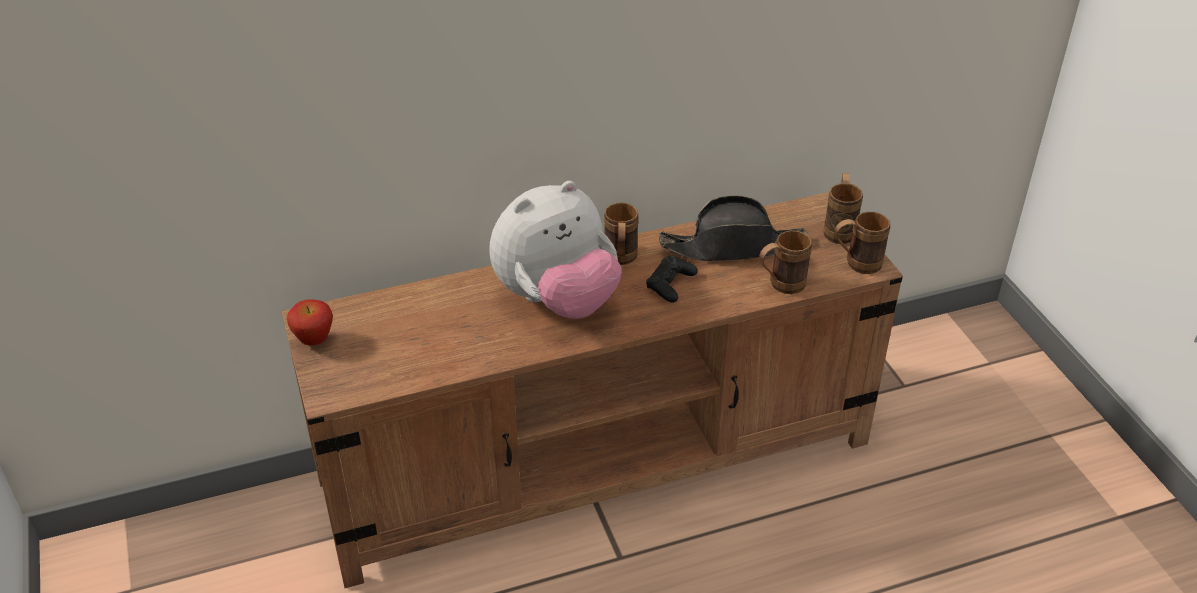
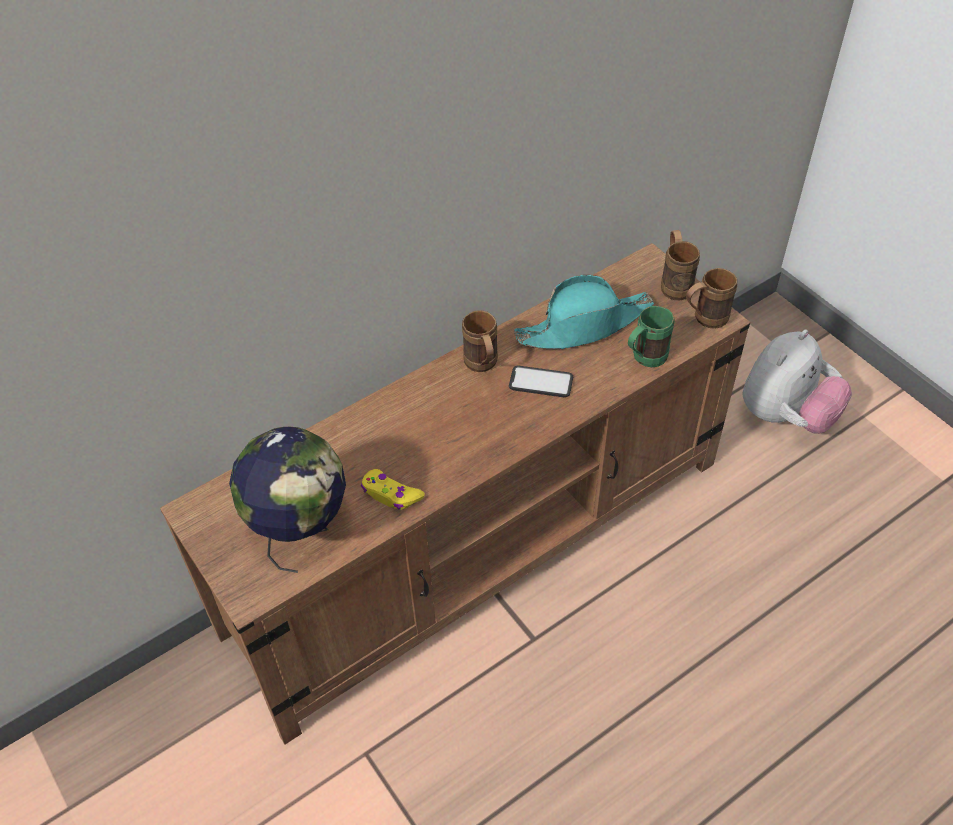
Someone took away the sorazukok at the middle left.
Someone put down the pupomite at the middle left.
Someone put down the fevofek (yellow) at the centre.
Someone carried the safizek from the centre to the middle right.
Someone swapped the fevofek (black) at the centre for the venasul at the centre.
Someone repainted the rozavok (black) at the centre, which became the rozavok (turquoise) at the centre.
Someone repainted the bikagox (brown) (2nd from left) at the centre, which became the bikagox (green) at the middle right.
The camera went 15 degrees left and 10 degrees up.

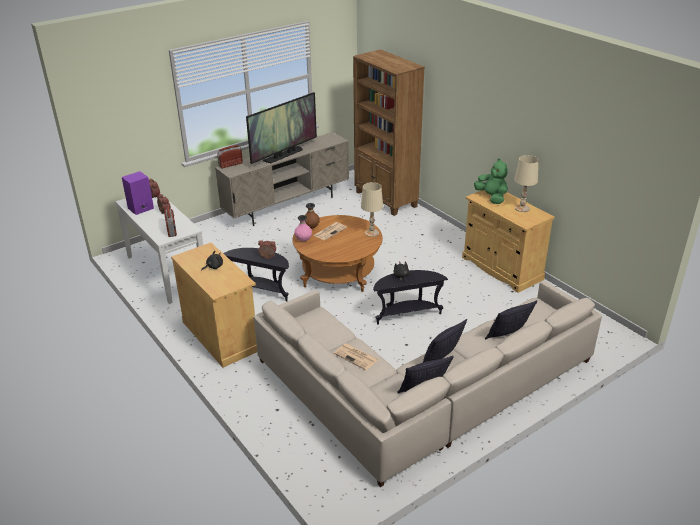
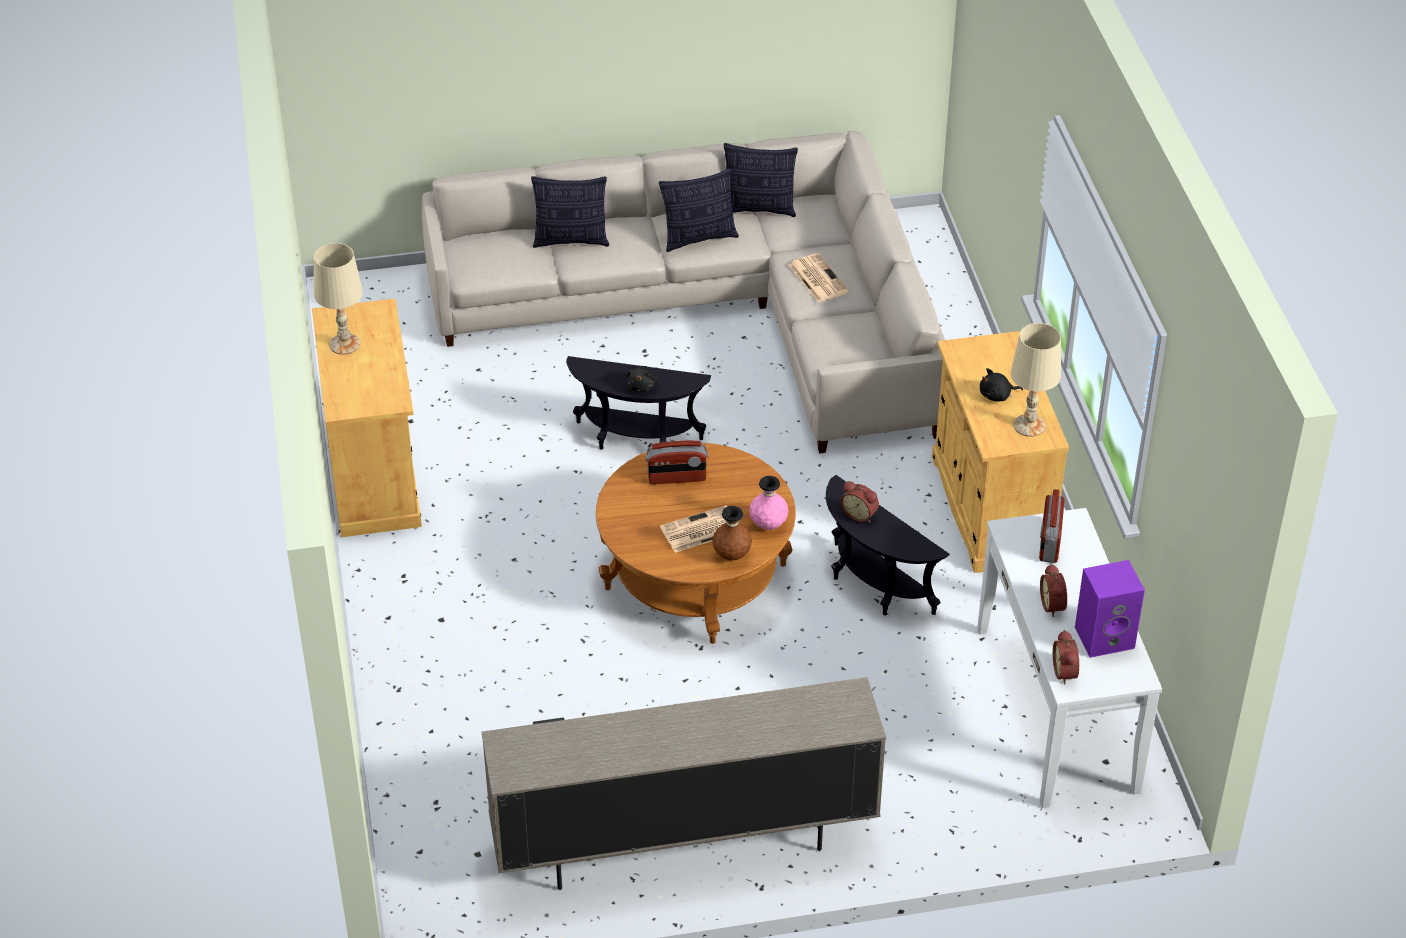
Someone took away the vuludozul at the top centre.
Someone took away the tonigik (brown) at the top centre.
Someone took away the safizek (green) at the middle right.
Someone carried the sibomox (2nd from left in the first image) from the top left to the centre.
Someone carried the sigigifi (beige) (1st from left in the first image) from the centre to the middle right.
The camera went 155 degrees left and 10 degrees up.

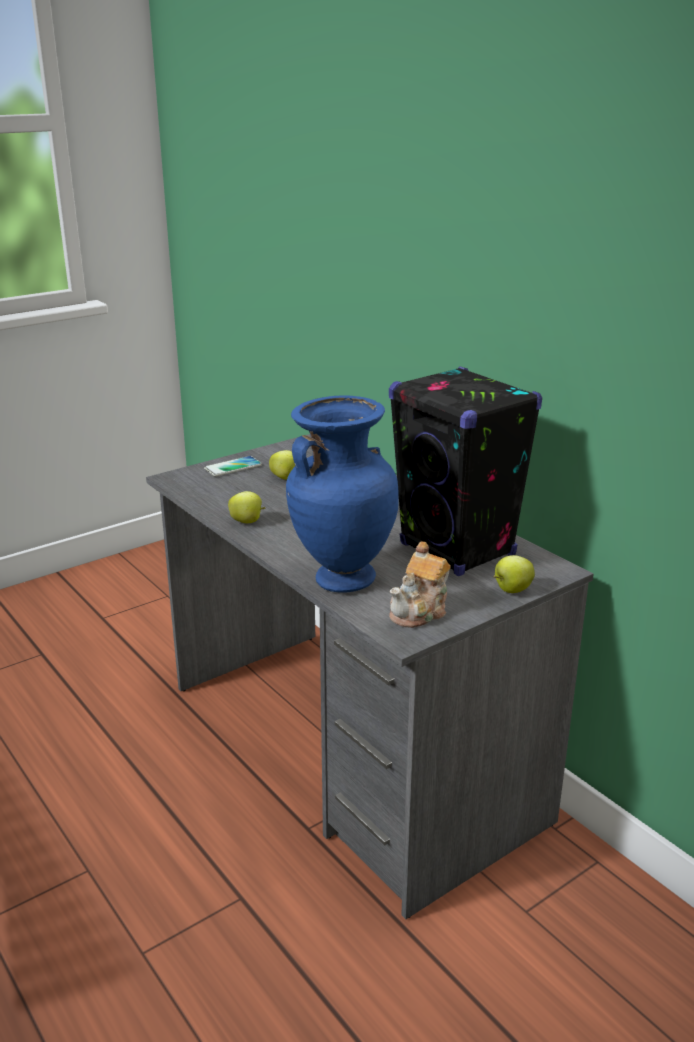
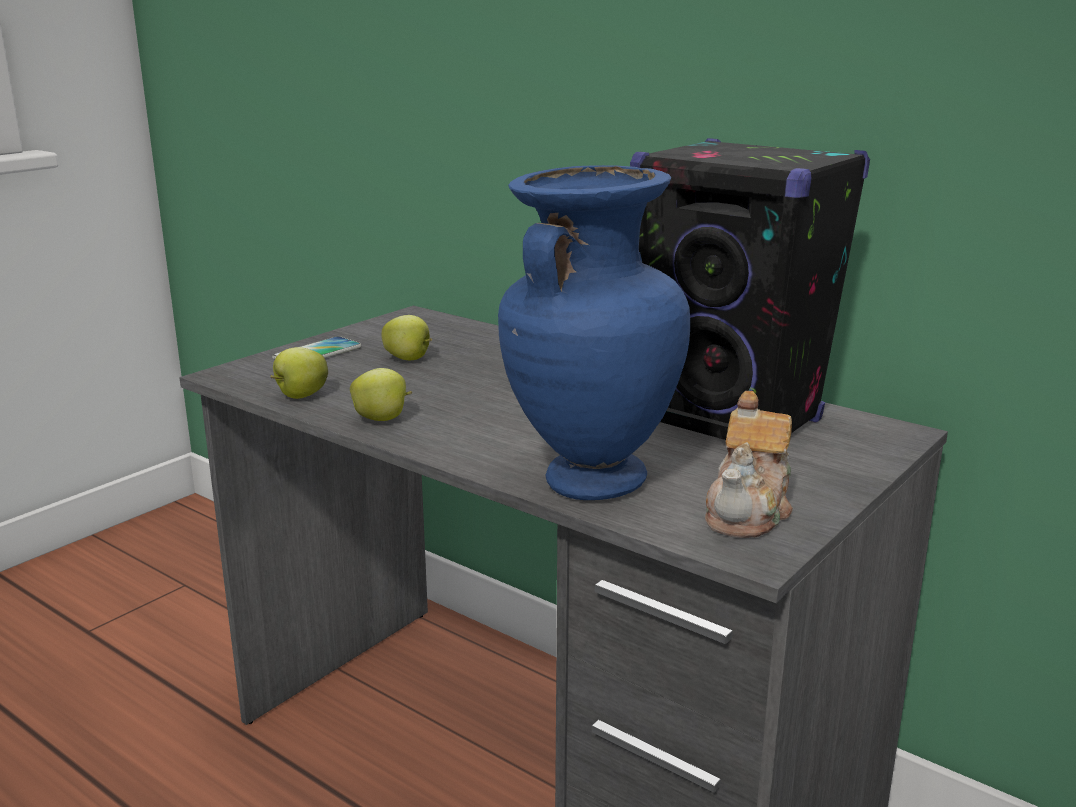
Someone carried the sorazukok (3rd from left in the first image) from the middle right to the middle left.
The camera went 15 degrees left and 5 degrees down.

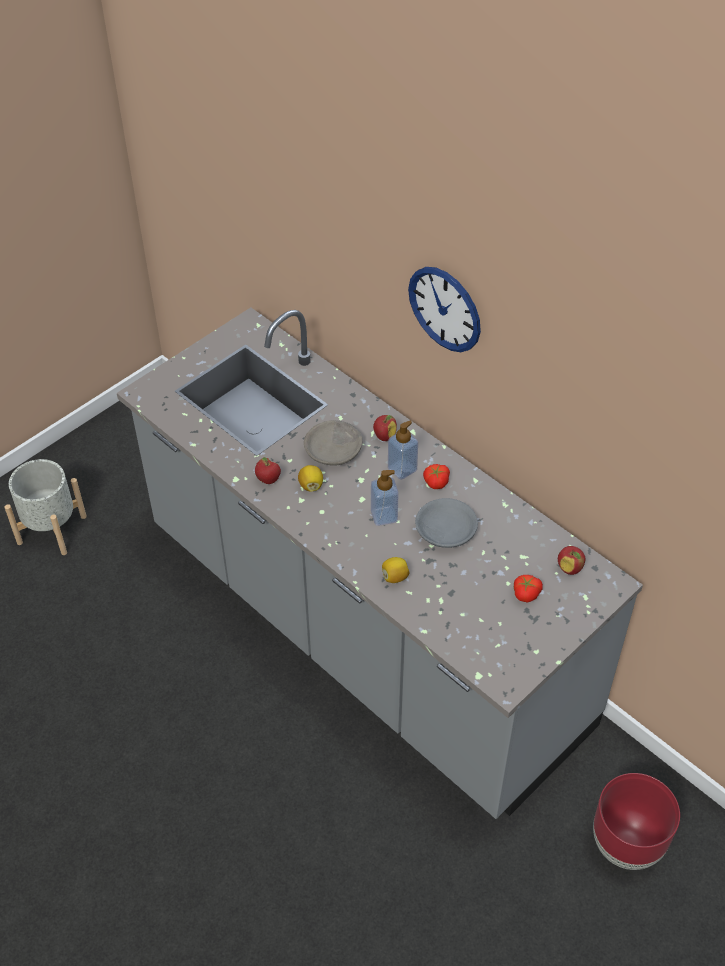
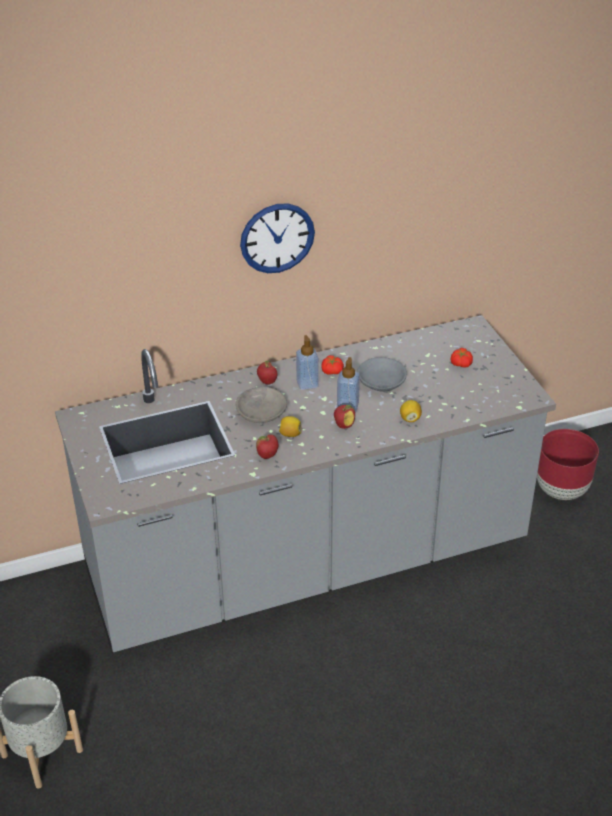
Someone carried the sorazukok (3rd from left) from the middle right to the centre.
The camera went 65 degrees left and 10 degrees down.

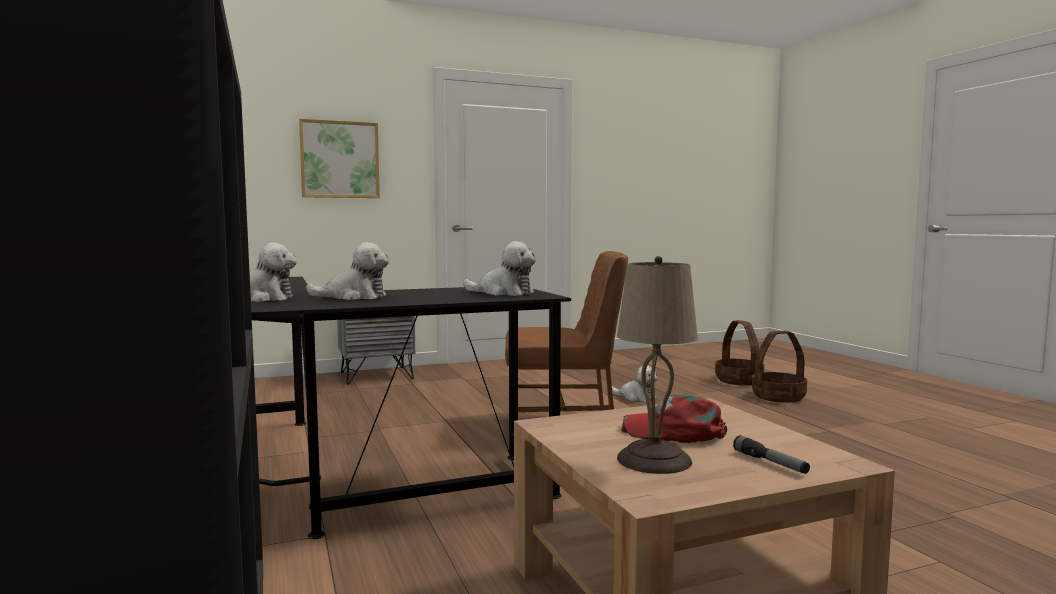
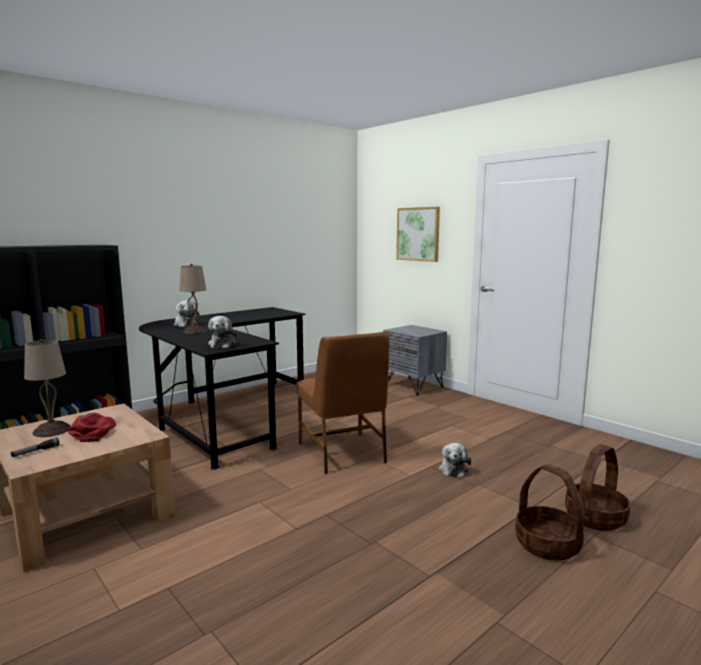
Someone swapped the safizek (2nd from left) at the middle left for the sigigifi (beige) (2nd from left) at the middle left.
The camera went 70 degrees right and 5 degrees up.

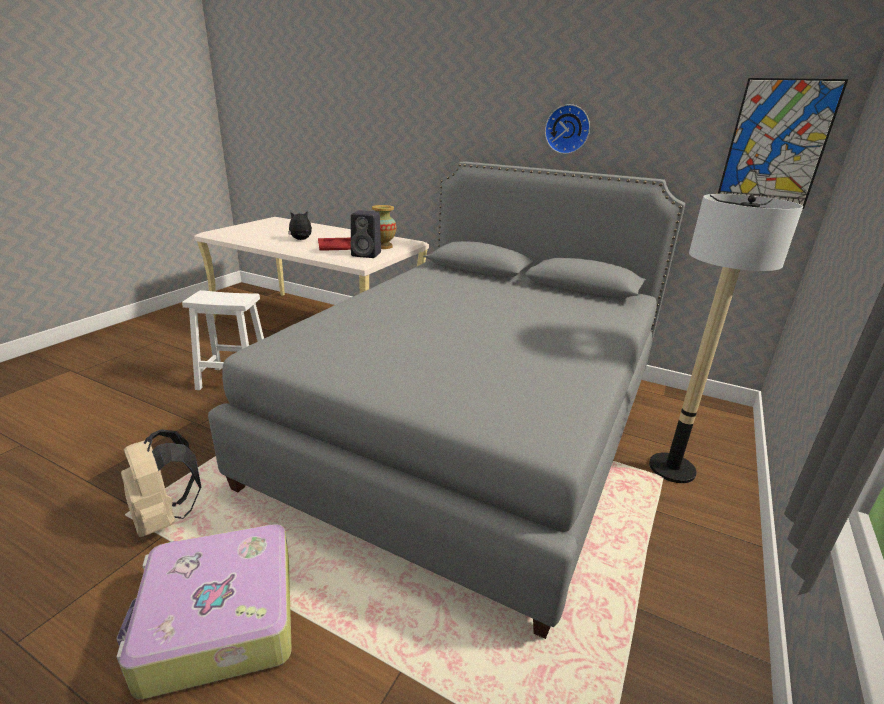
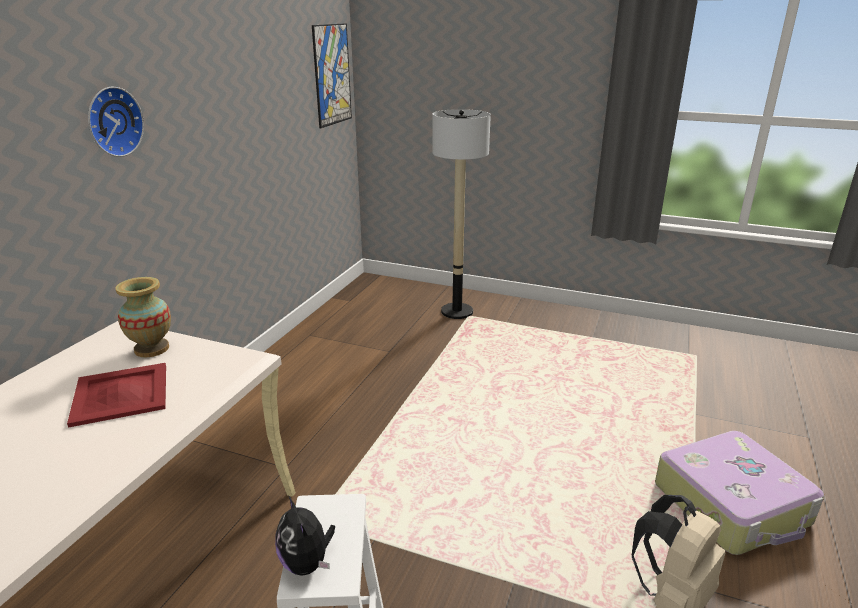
Someone took away the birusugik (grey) at the centre.
Someone took away the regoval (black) at the top centre.
Someone carried the safizek from the top centre to the bottom centre.
Someone carried the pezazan from the top centre to the top left.
The camera went 95 degrees left and 0 degrees up.

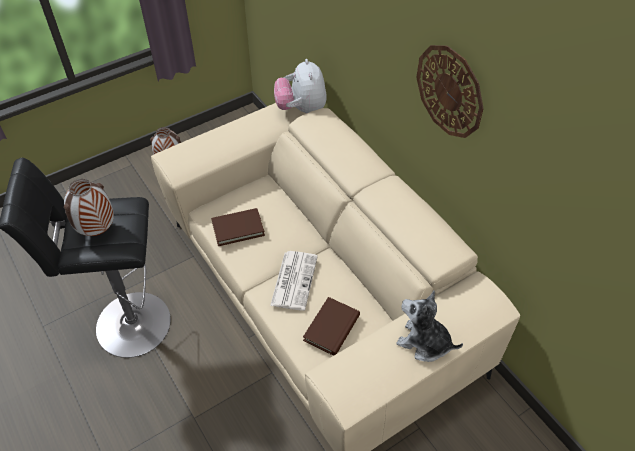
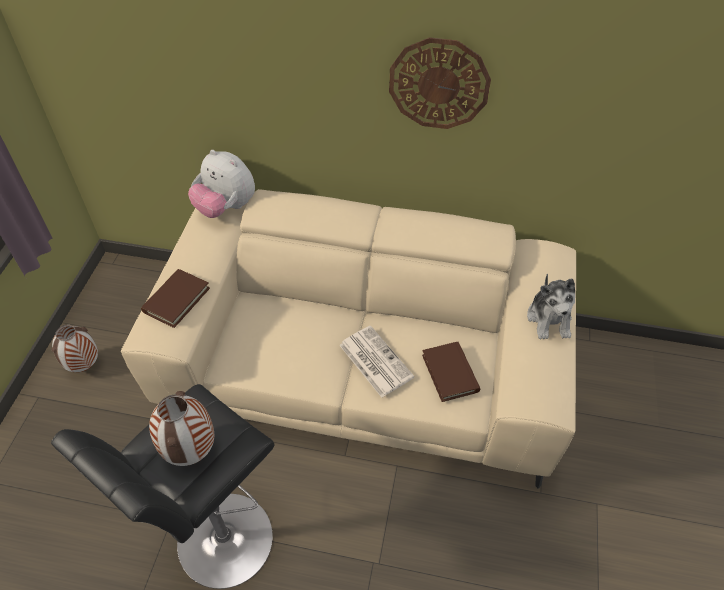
Someone carried the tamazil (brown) (1st from left) from the centre to the middle left.
Someone rotated the safizek (2nd from left) at the bottom right by 75 degrees counterclockwise.
The camera went 45 degrees left and 0 degrees up.

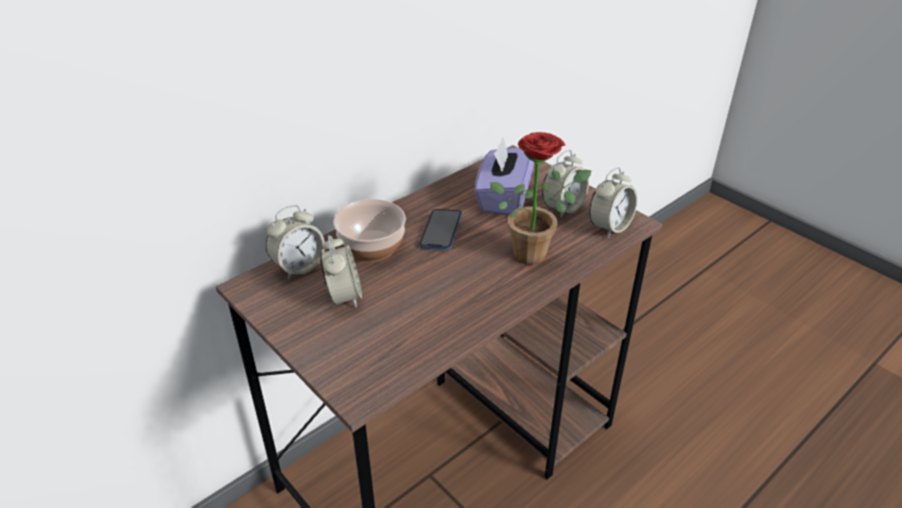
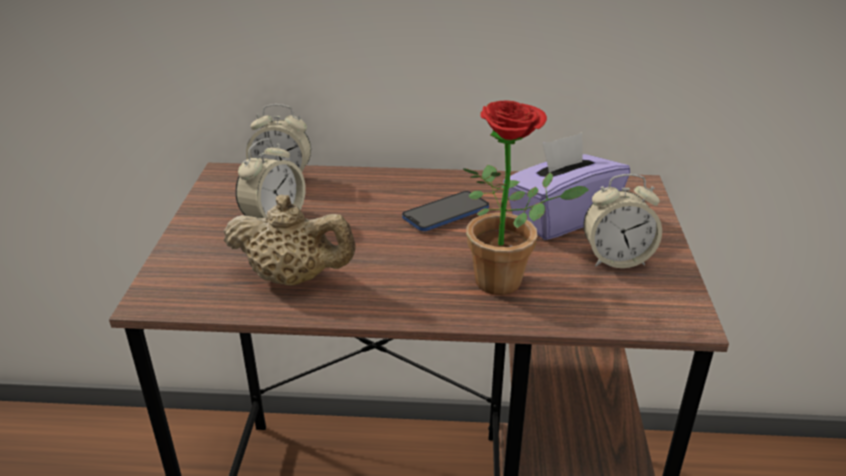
Someone took away the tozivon at the centre.
Someone took away the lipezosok (4th from left) at the middle right.
Someone put down the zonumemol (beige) at the centre.
The camera went 45 degrees right and 5 degrees down.

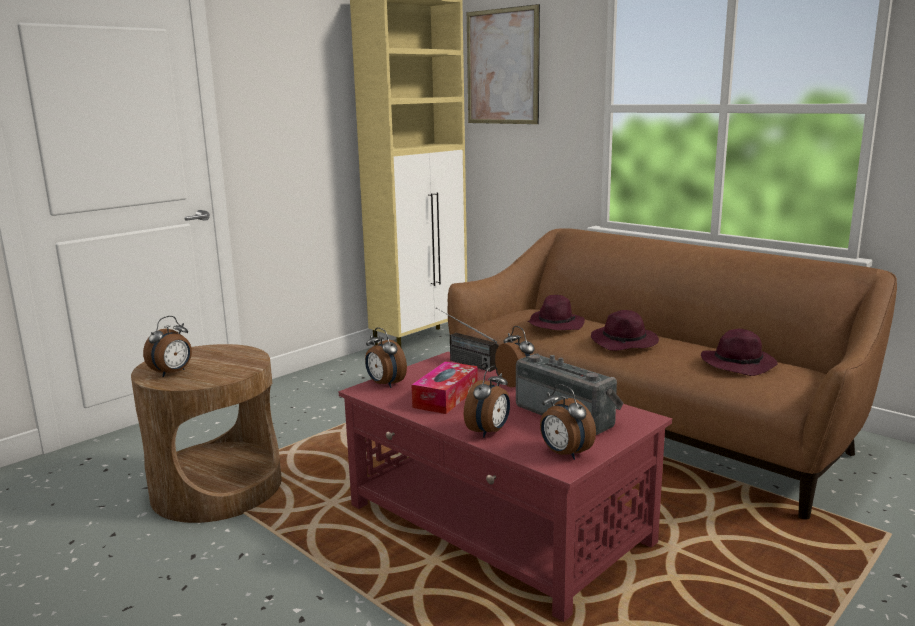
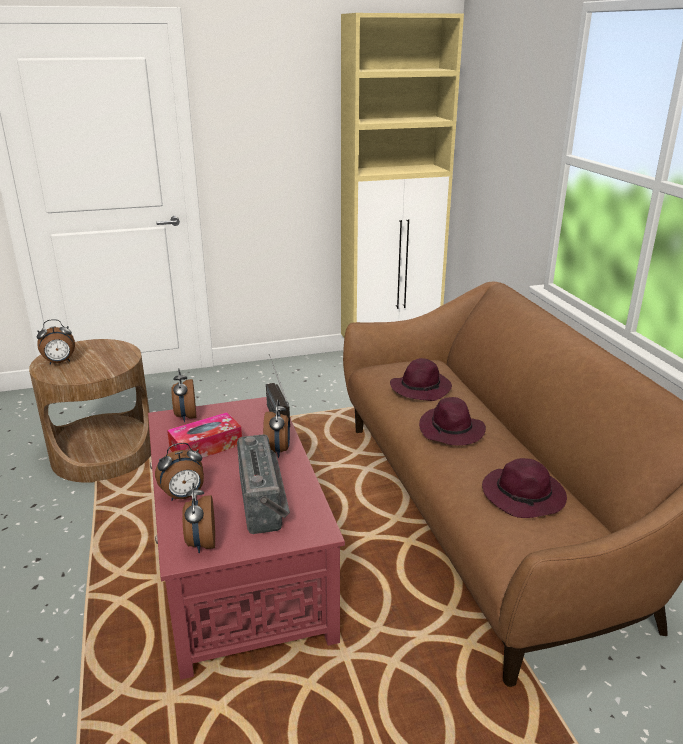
Someone took away the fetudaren at the top centre.
The camera went 30 degrees right and 10 degrees up.

